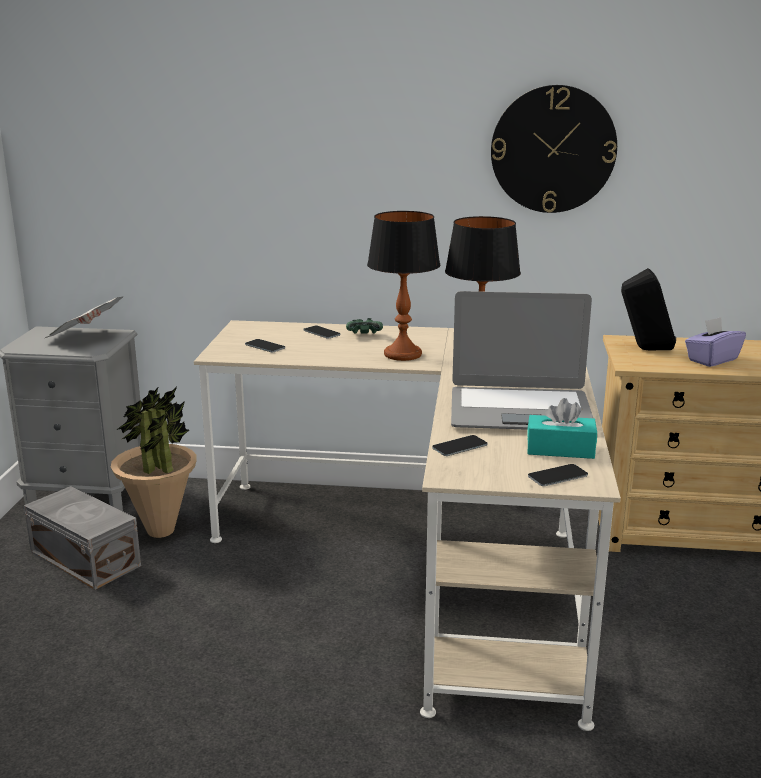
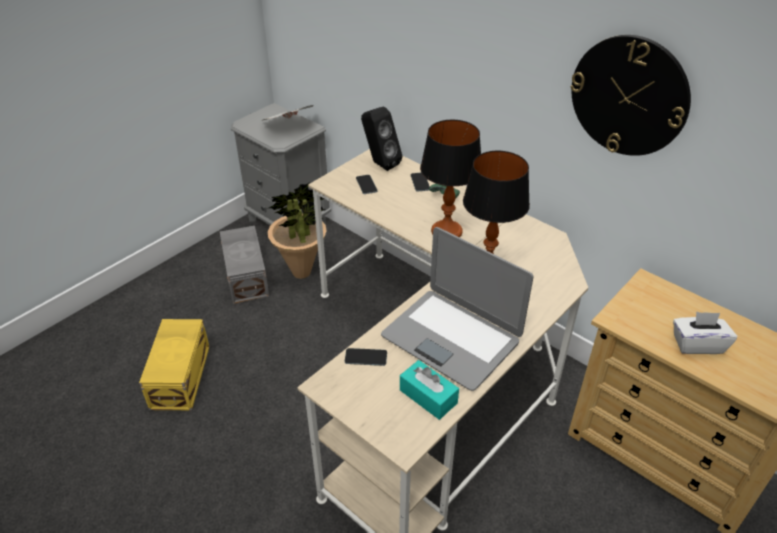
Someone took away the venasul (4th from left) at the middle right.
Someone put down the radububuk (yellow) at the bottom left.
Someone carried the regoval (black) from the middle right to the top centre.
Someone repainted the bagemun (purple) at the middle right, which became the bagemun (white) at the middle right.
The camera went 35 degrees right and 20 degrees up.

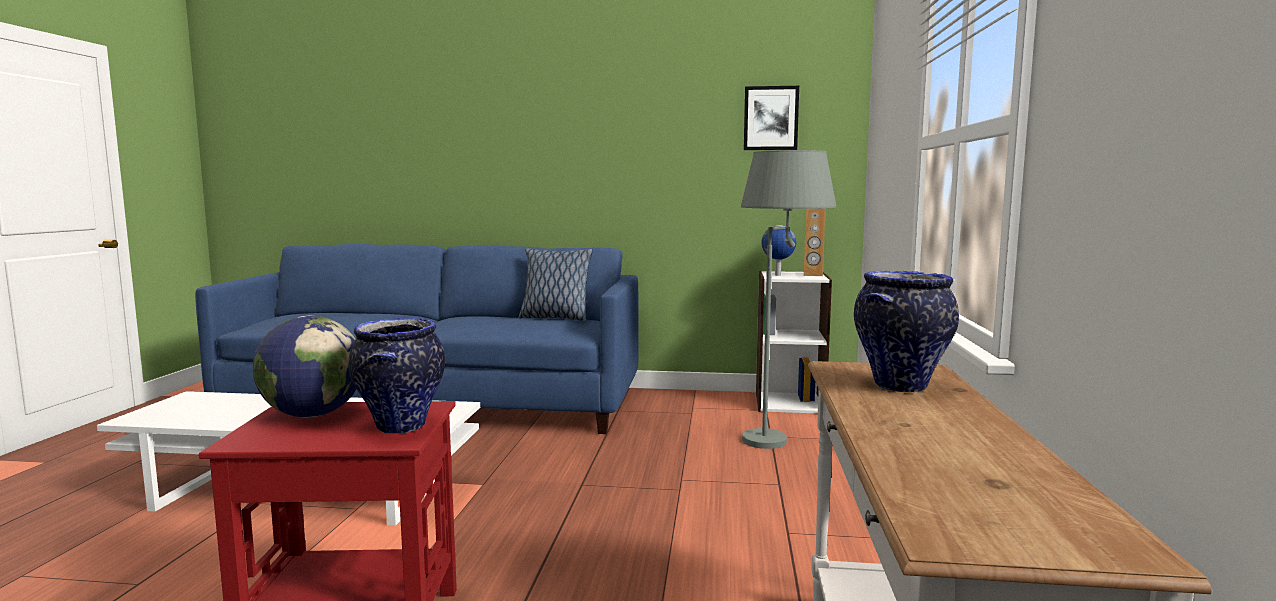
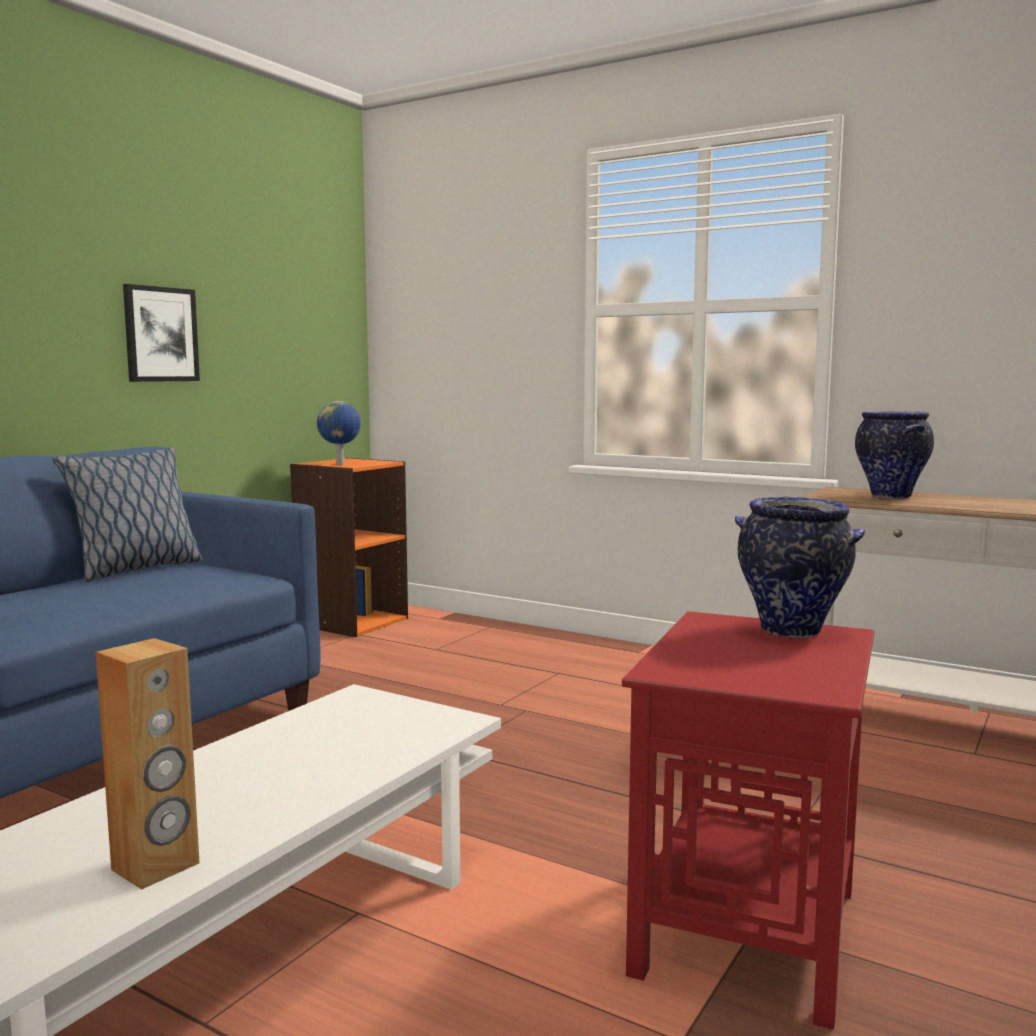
Someone took away the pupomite (1st from left) at the middle left.
Someone took away the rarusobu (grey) at the centre.
Someone carried the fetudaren from the top centre to the top left.
Someone carried the regoval (brown) from the centre to the bottom left.
Someone repainted the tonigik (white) at the centre, which became the tonigik (orange) at the centre.
The camera went 65 degrees left and 0 degrees up.

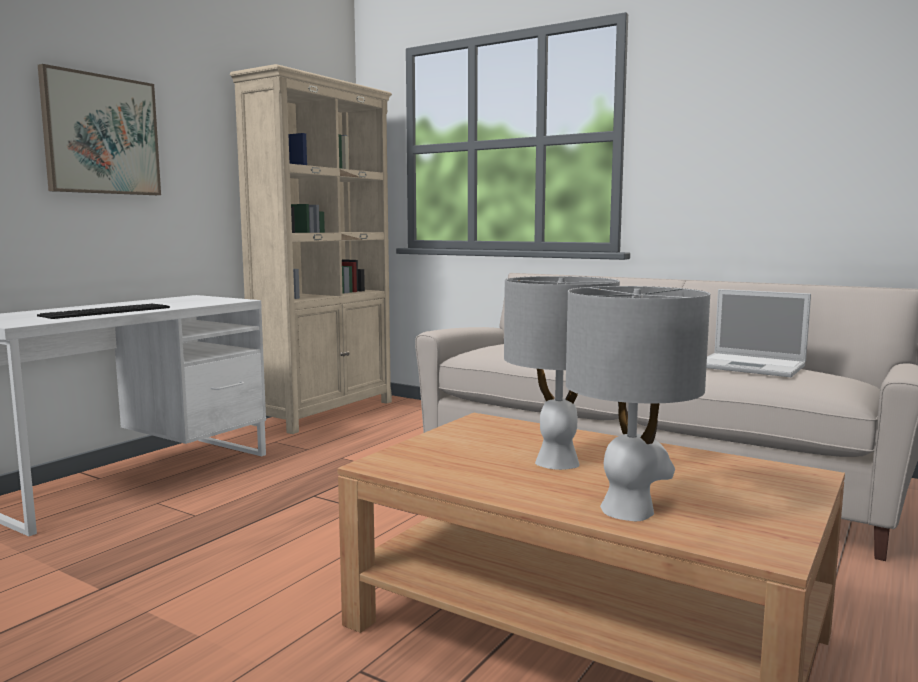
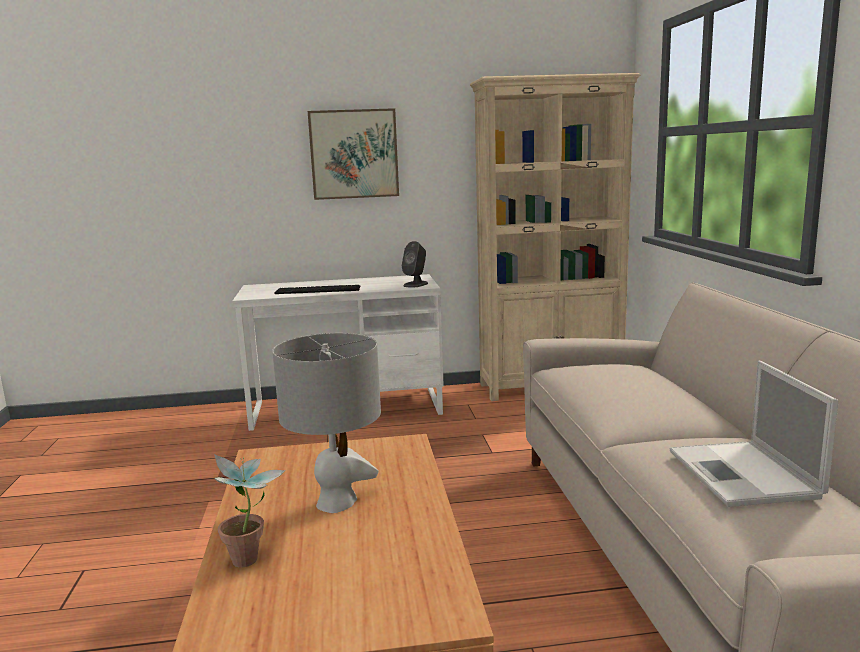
Someone put down the regoval (grey) at the centre.
Someone swapped the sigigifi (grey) (2nd from left) at the middle right for the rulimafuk at the bottom left.
The camera went 50 degrees right and 5 degrees up.

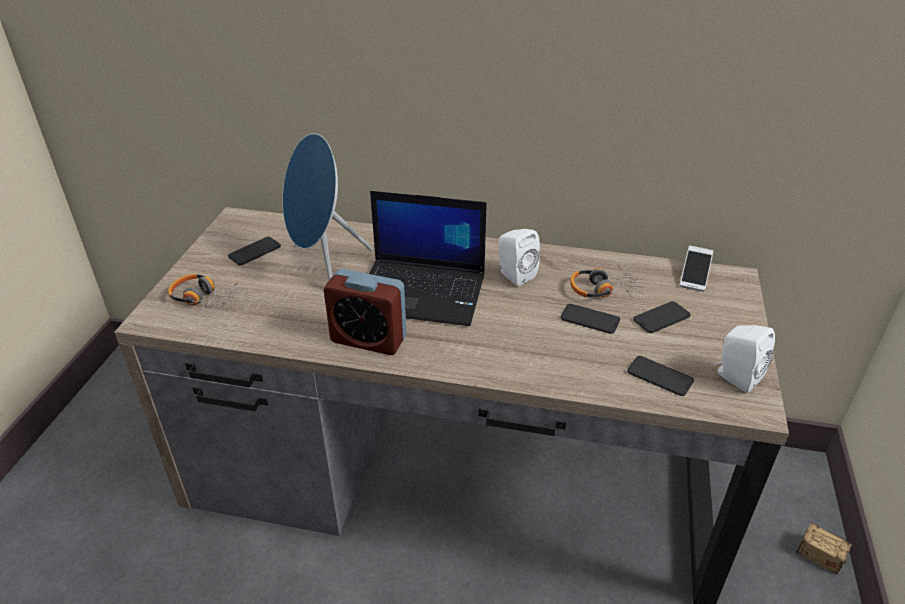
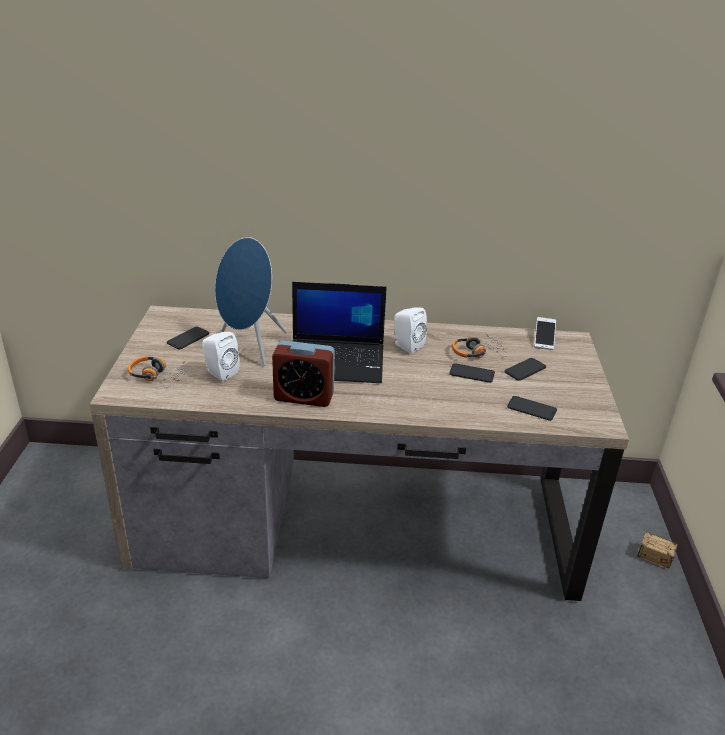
Someone carried the regoval (white) (2nd from left in the first image) from the middle right to the middle left.
The camera went 10 degrees left and 5 degrees down.

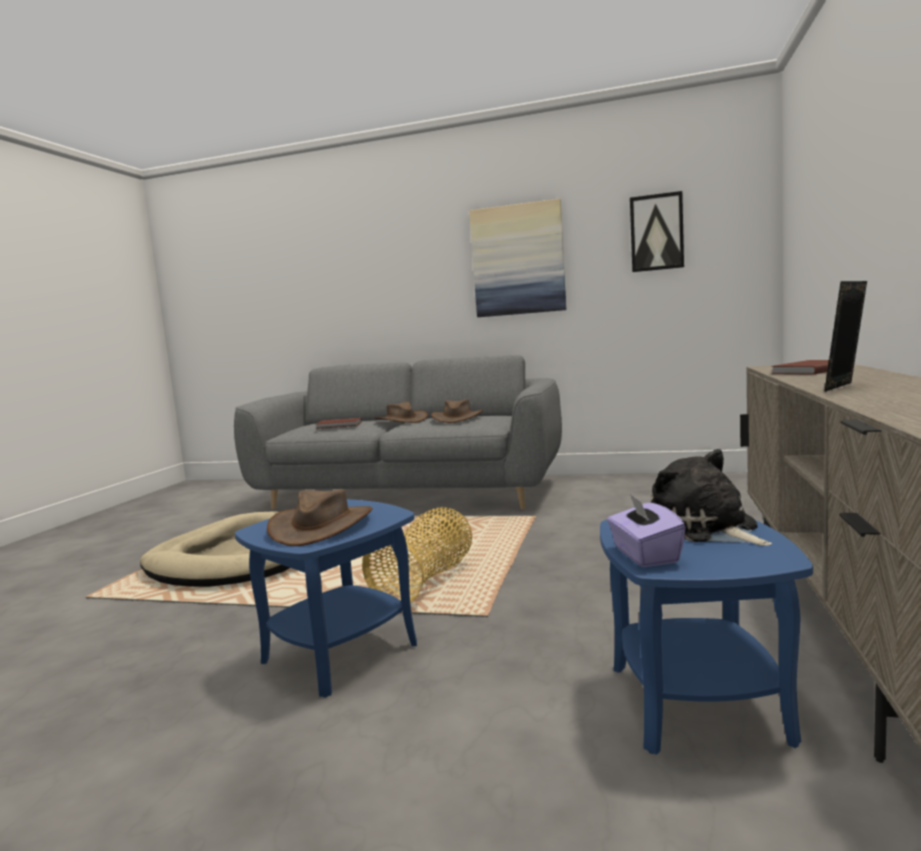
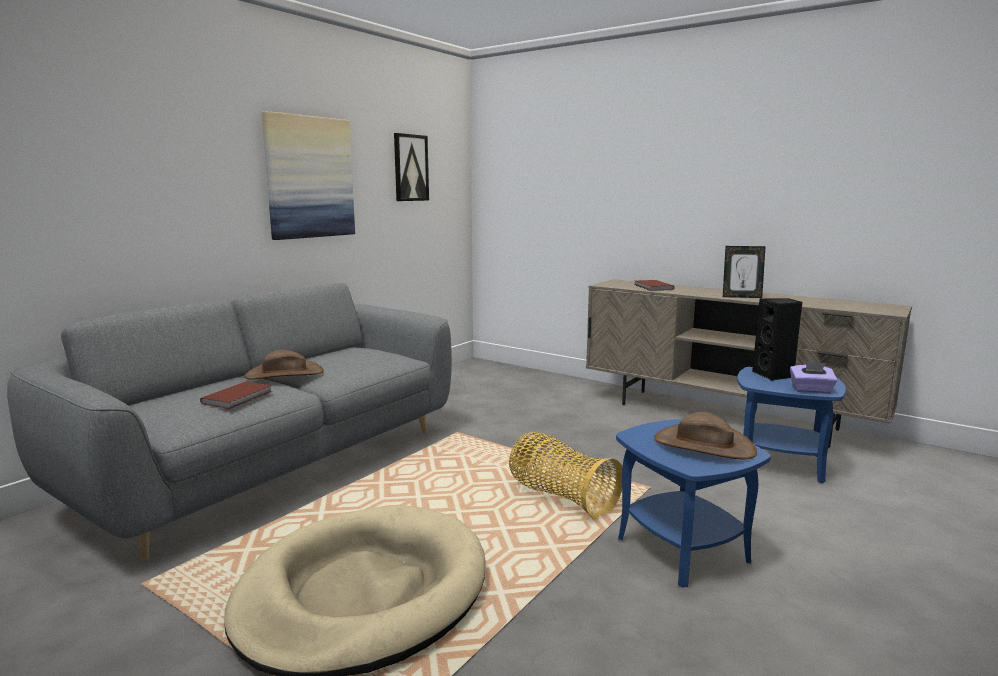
Someone took away the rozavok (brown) (3rd from left) at the centre.
Someone swapped the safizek at the middle right for the regoval (black) at the middle right.
Someone rotated the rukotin at the middle right by 60 degrees counterclockwise.
The camera went 70 degrees left and 5 degrees up.

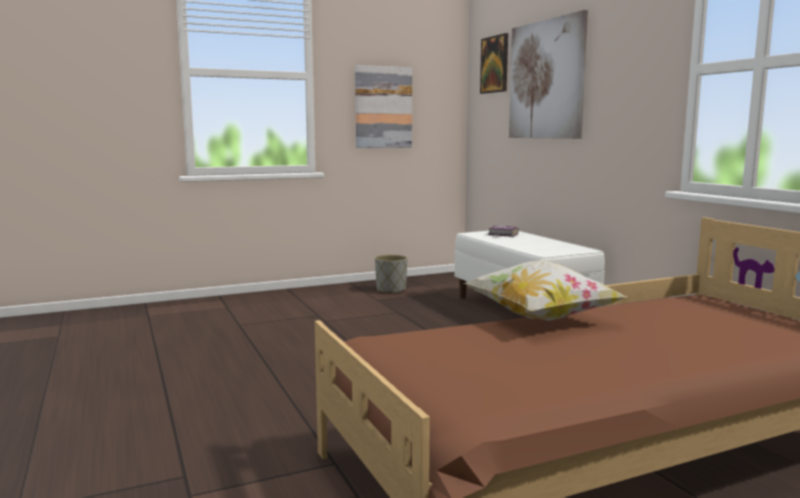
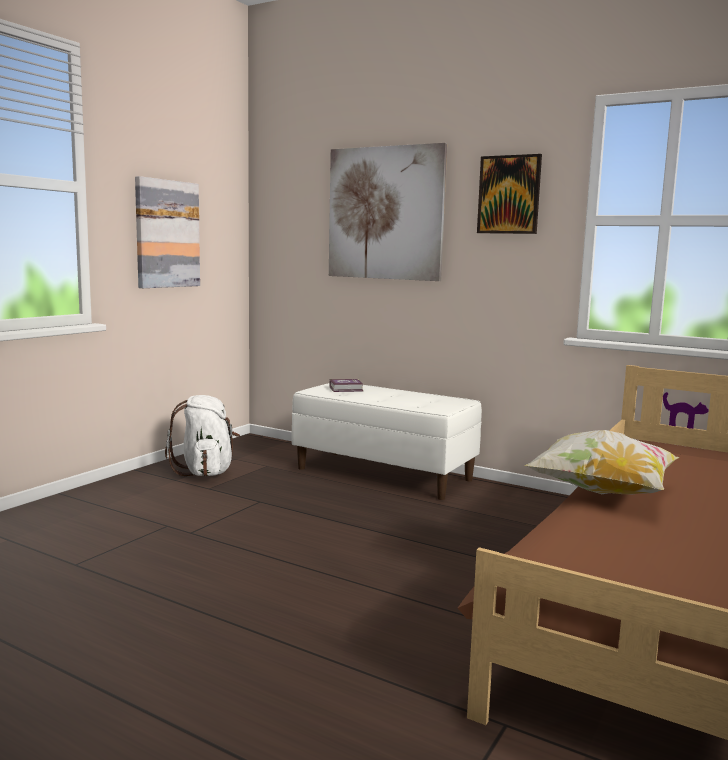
Someone carried the fetudaren (2nd from left in the first image) from the top centre to the top right.
Someone swapped the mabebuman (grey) at the centre for the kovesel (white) at the middle left.
The camera went 35 degrees left and 0 degrees up.

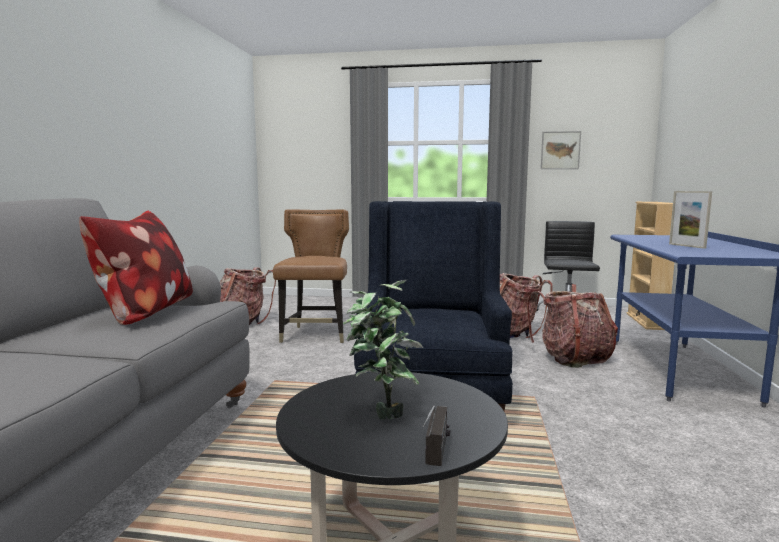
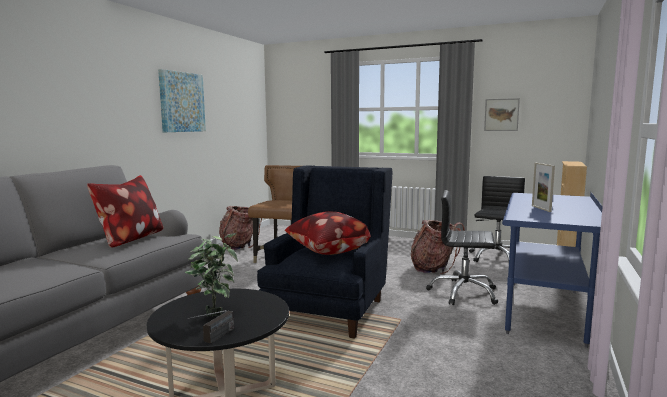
Someone put up the fetudaren (1st from left) at the top left.
Someone put down the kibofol (2nd from left) at the centre.
Someone swapped the kovesel (3rd from left) at the middle right for the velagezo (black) (1st from left) at the middle right.
The camera went 15 degrees right and 0 degrees up.

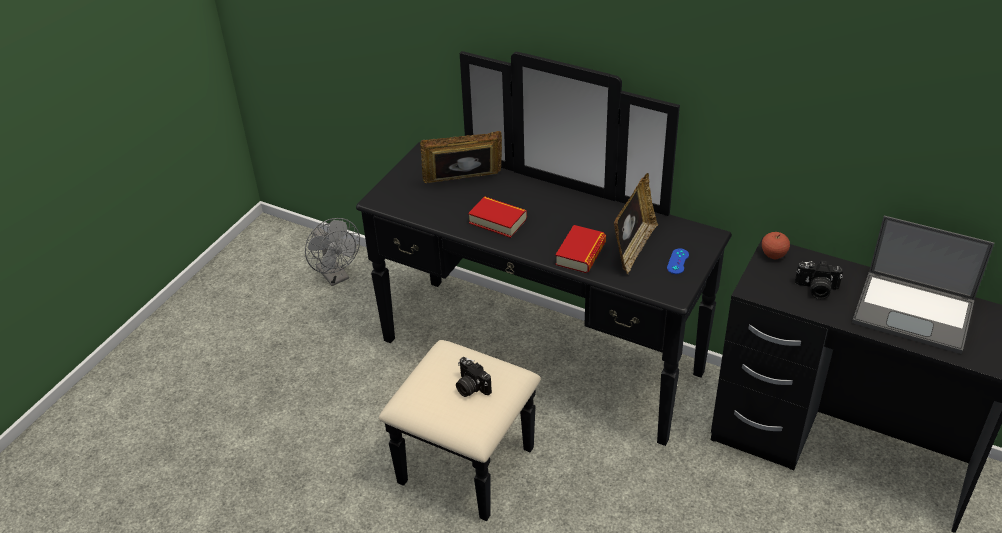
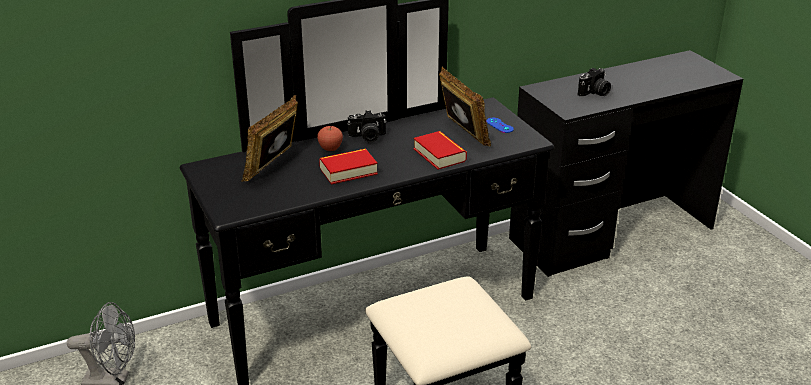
Someone took away the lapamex at the middle right.
Someone carried the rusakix (1st from left) from the bottom centre to the top centre.
Someone carried the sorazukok from the middle right to the centre.
The camera went 55 degrees left and 10 degrees down.

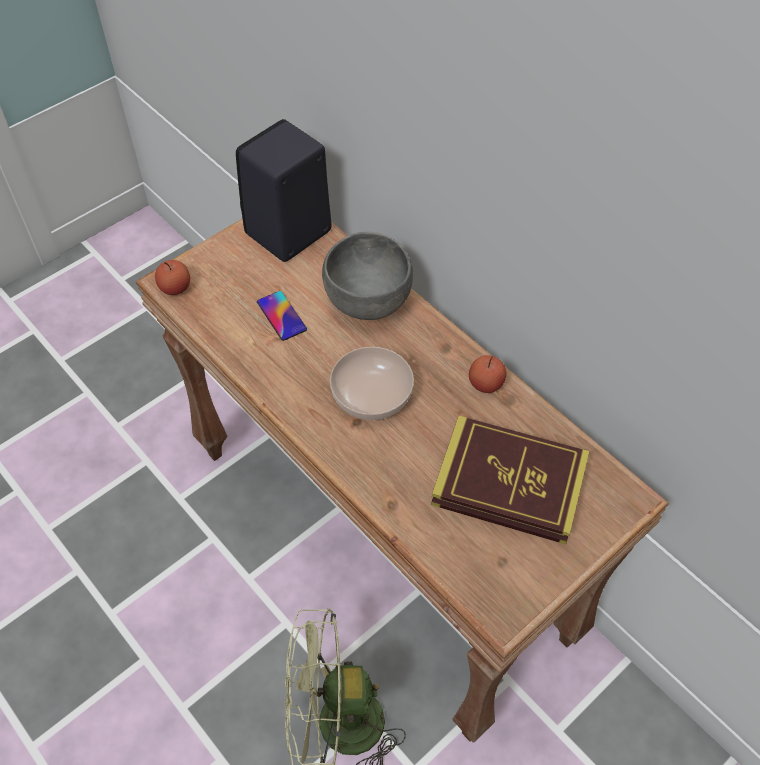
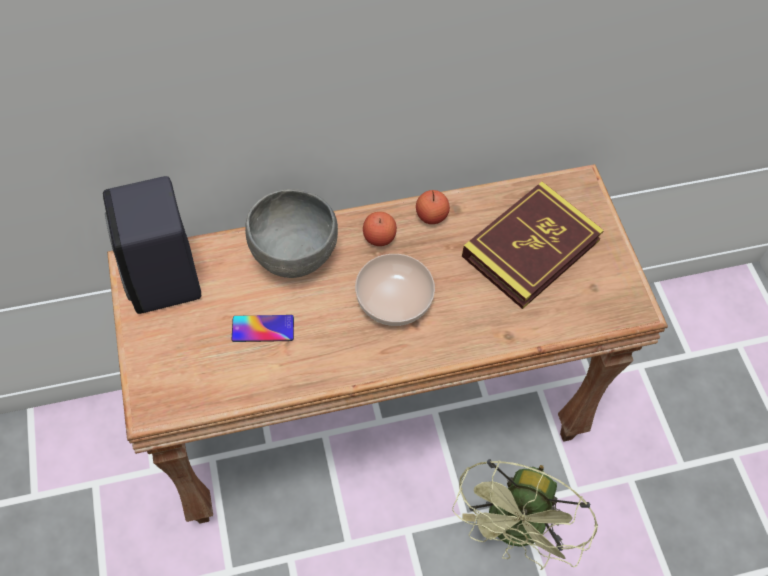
Someone carried the sorazukok (1st from left) from the middle left to the centre.
The camera went 65 degrees left and 5 degrees up.

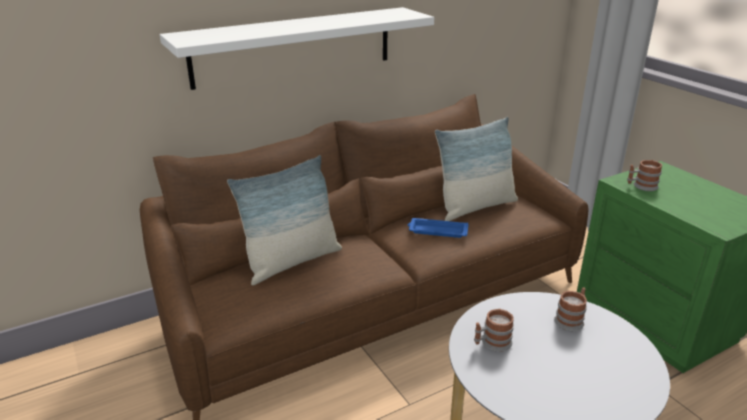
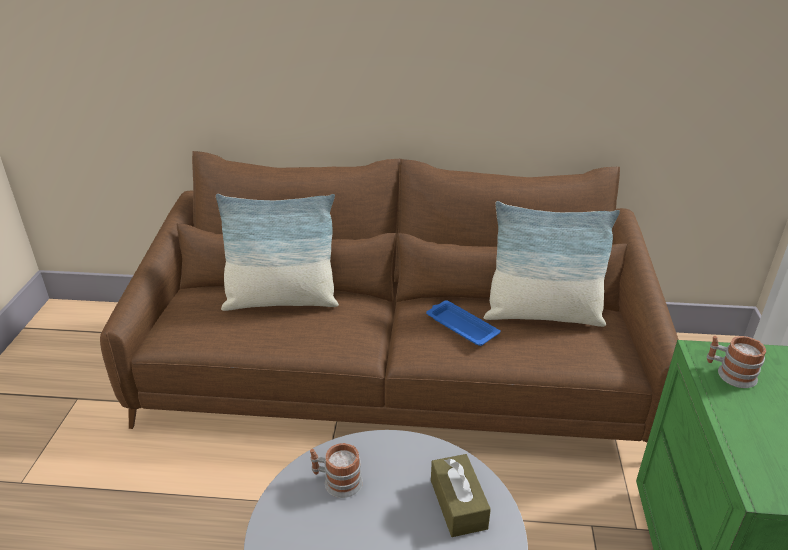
Someone took away the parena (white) at the top centre.
Someone swapped the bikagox (2nd from left) at the bottom right for the bagemun (brown) at the bottom centre.
The camera went 35 degrees right and 5 degrees up.

